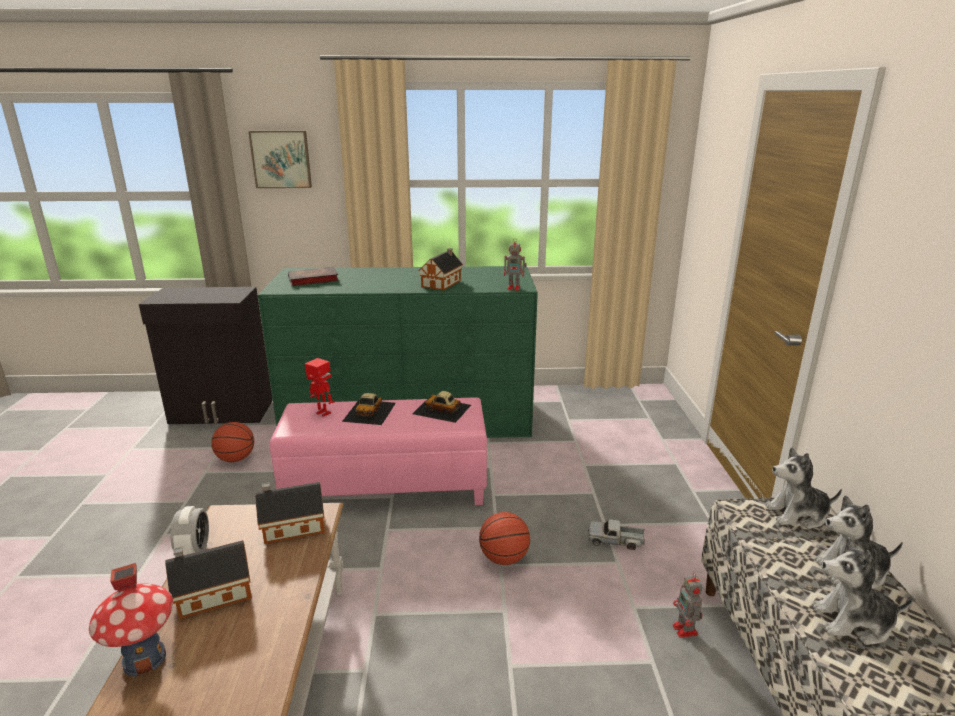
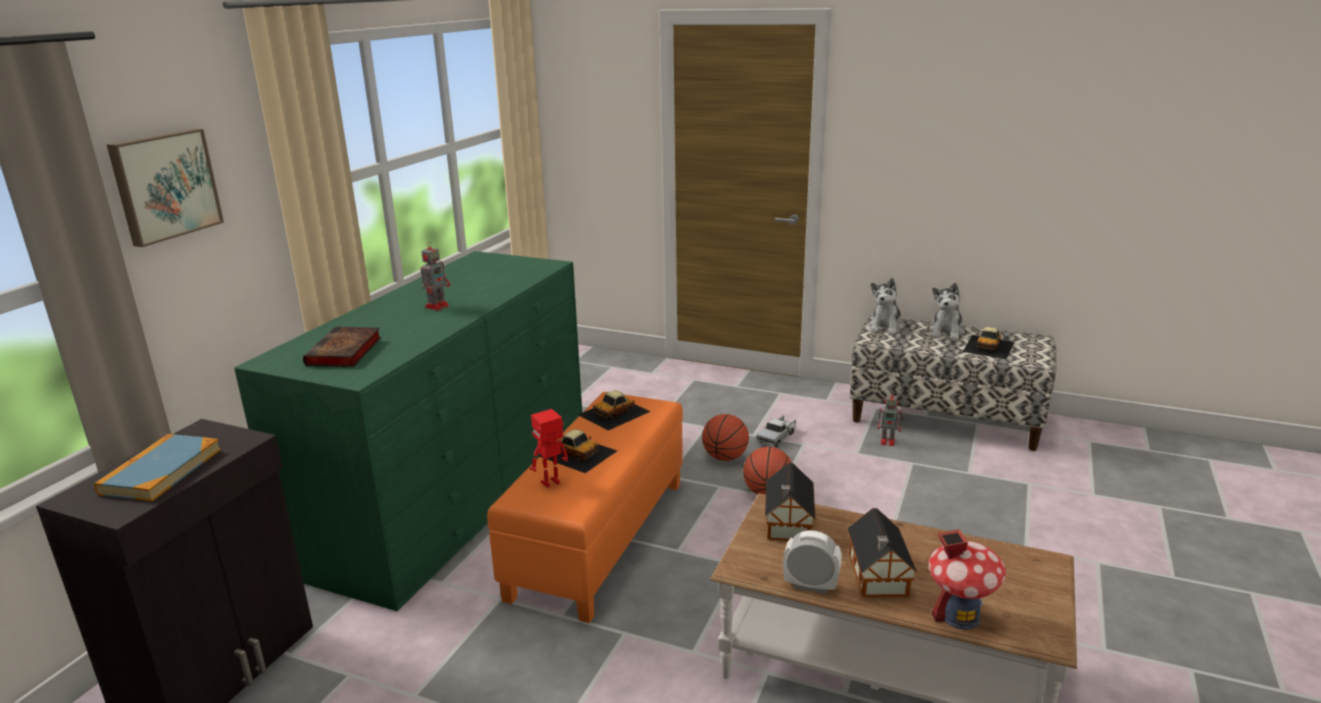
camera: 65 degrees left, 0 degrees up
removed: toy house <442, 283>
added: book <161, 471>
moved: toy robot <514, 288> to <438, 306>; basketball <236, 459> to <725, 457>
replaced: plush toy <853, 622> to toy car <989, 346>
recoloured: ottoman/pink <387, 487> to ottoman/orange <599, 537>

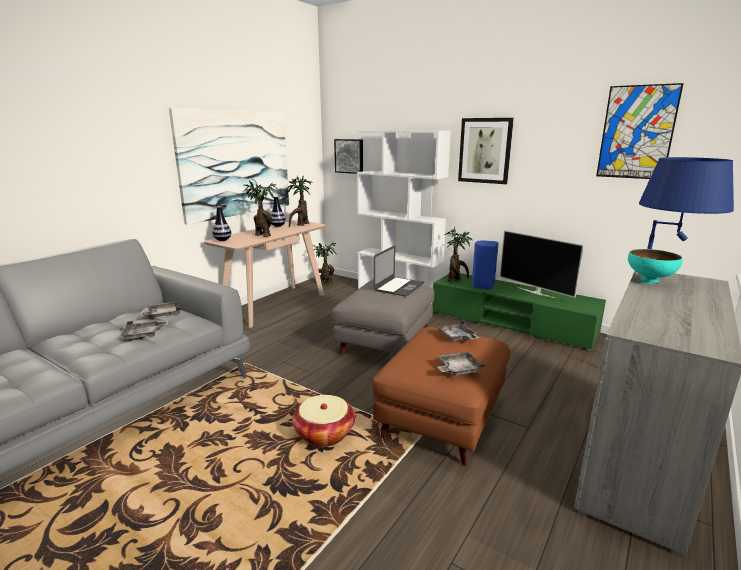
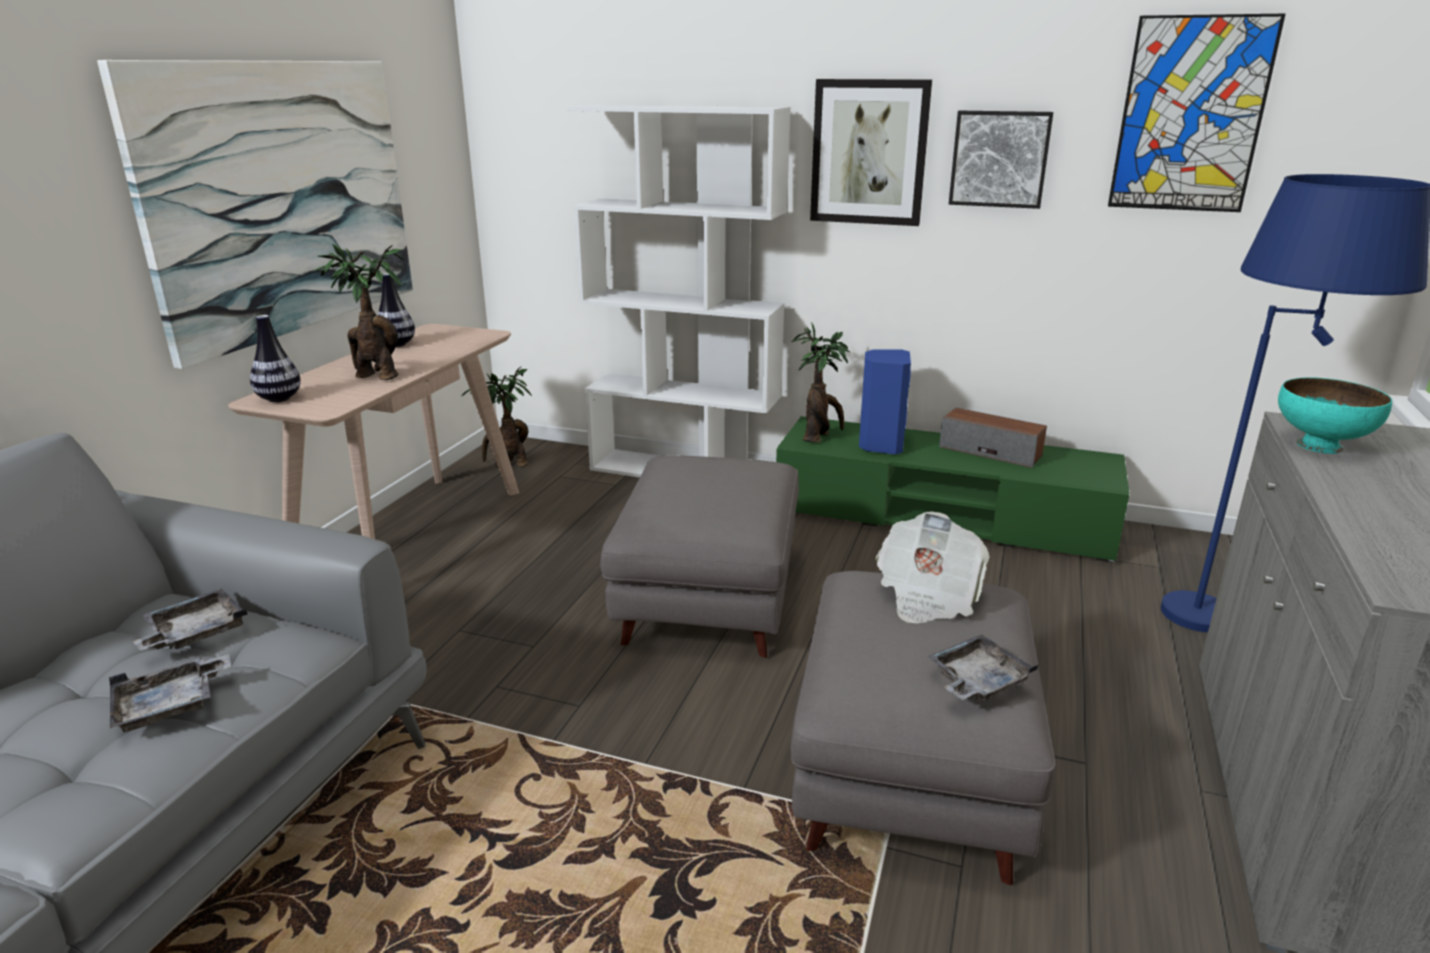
camera: 15 degrees left, 5 degrees up
removed: potted plant <300, 225>; basket <324, 433>; laptop <399, 286>
moved: picture <349, 156> to <999, 159>
replaced: tray/grey <457, 337> to newspaper <927, 595>; television <536, 292> to speaker <990, 451>
recoloured: ottoman/brown <443, 417> to ottoman/grey <912, 771>

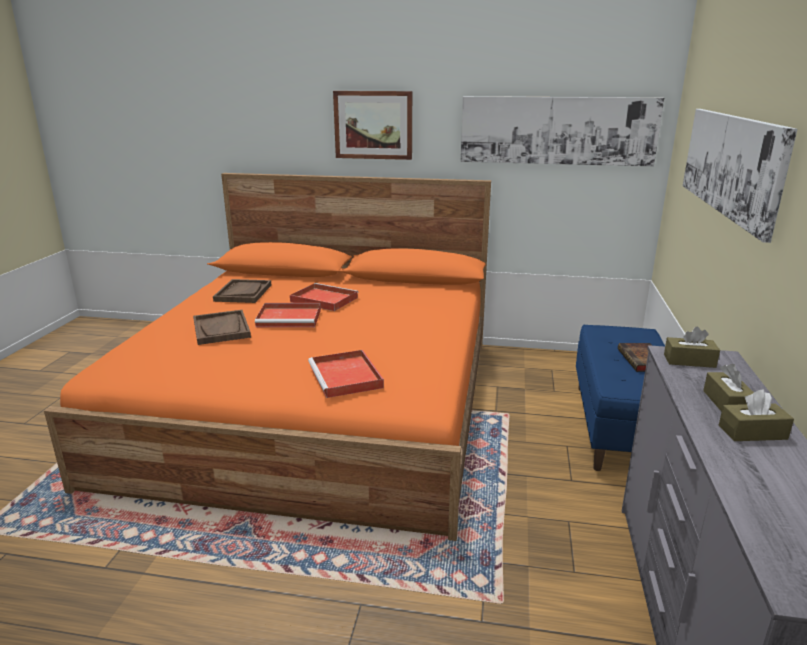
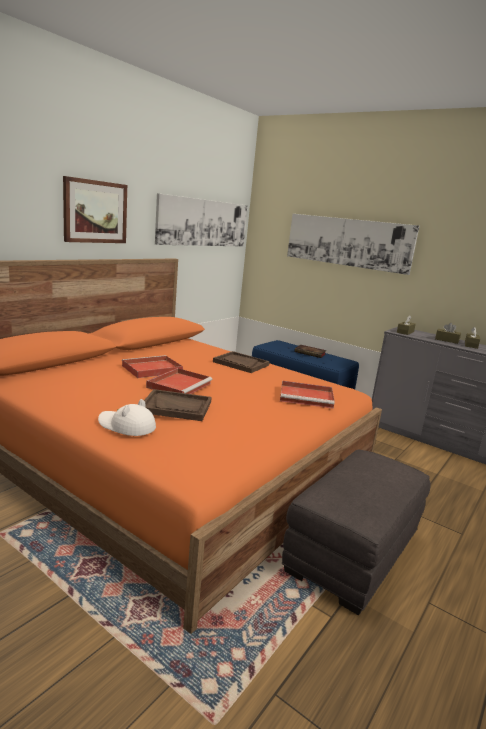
camera: 65 degrees left, 5 degrees down
added: hat/white <126, 426>; ottoman/grey <352, 552>
moved: tray/brown <243, 293> to <240, 363>

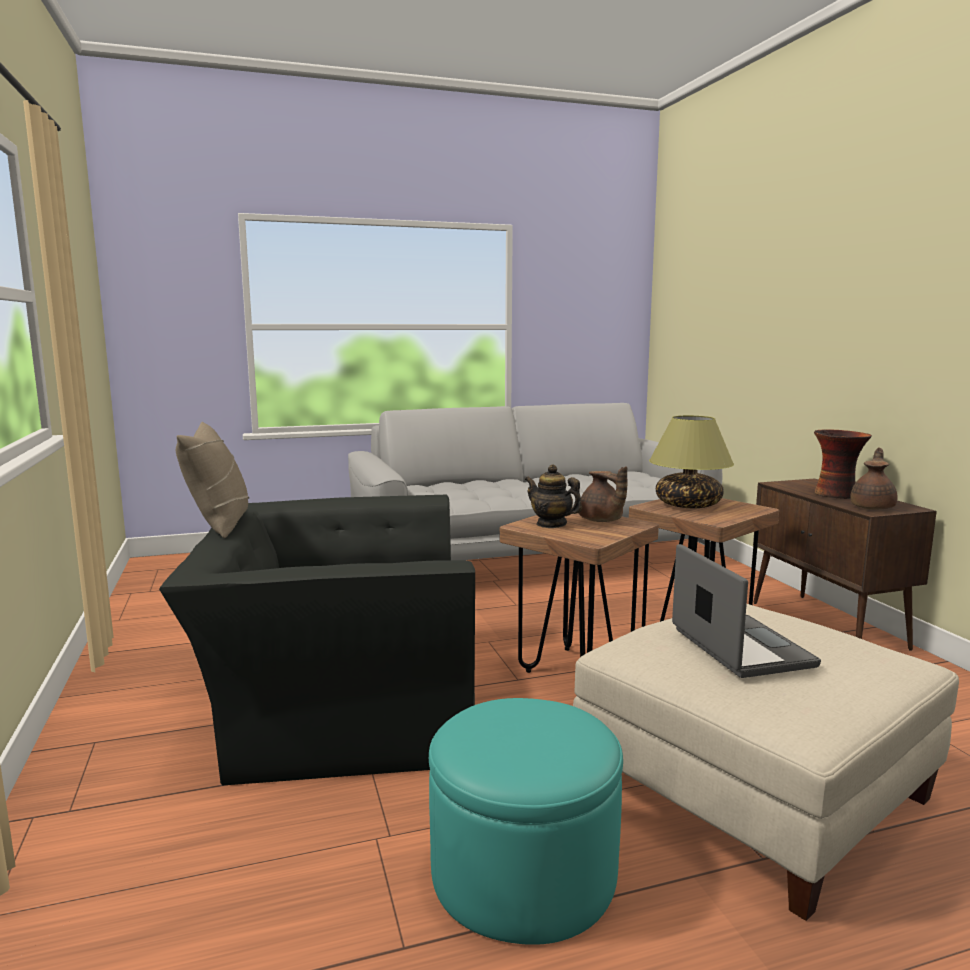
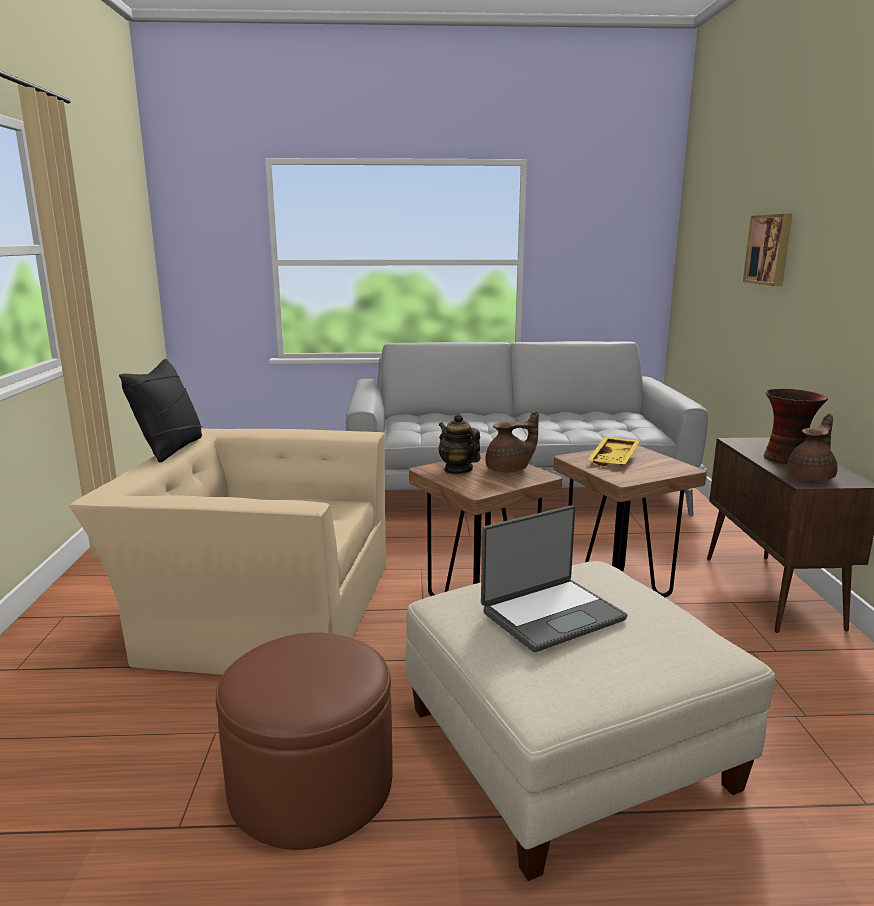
camera: 15 degrees right, 5 degrees up
added: picture <770, 249>
replaced: table lamp <688, 505> to tray/yellow <615, 459>
recoloured: armchair/black <340, 702> to armchair/beige <261, 608>; pillow/beige <219, 524> to pillow/black <170, 448>; ottoman/turquoise <523, 872> to ottoman/brown <311, 784>
turned: laptop <738, 648> = <551, 614> 60 degrees clockwise; teapot/brown <601, 520> = <509, 470> 90 degrees counterclockwise

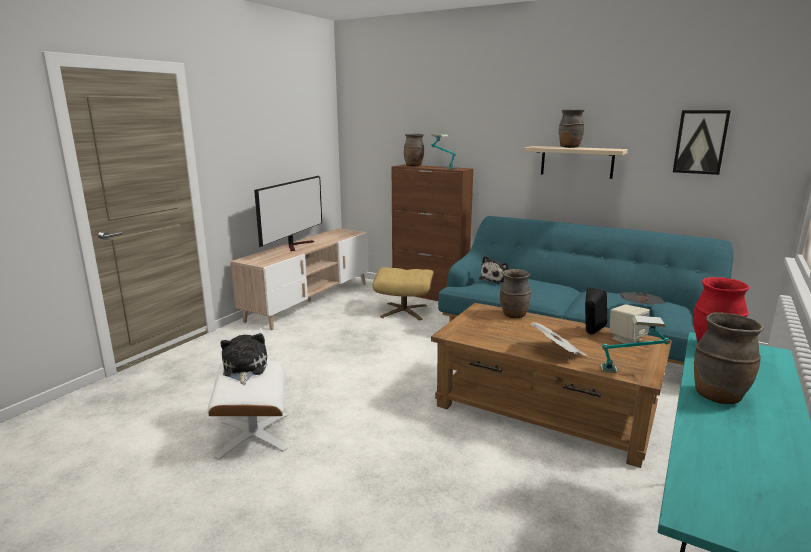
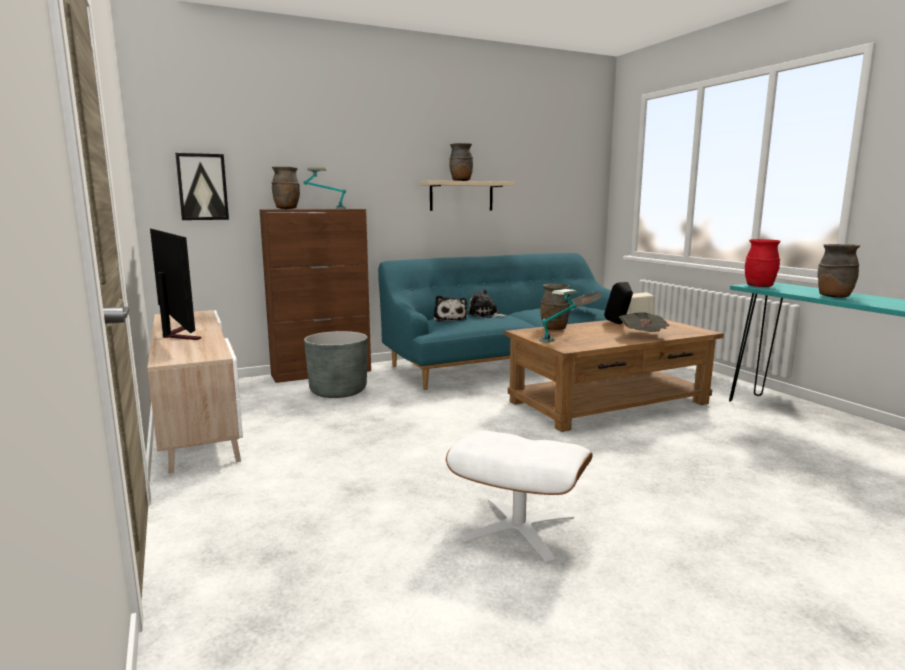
camera: 55 degrees left, 5 degrees down
moved: picture <700, 142> to <202, 187>; plush toy <244, 369> to <485, 315>; table lamp <631, 372> to <558, 338>
replaced: ottoman/beige <404, 311> to planter/grey <338, 391>

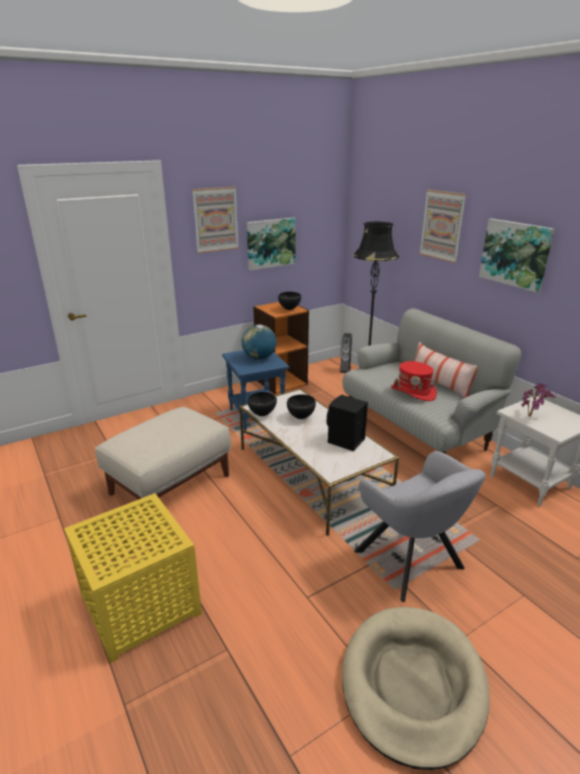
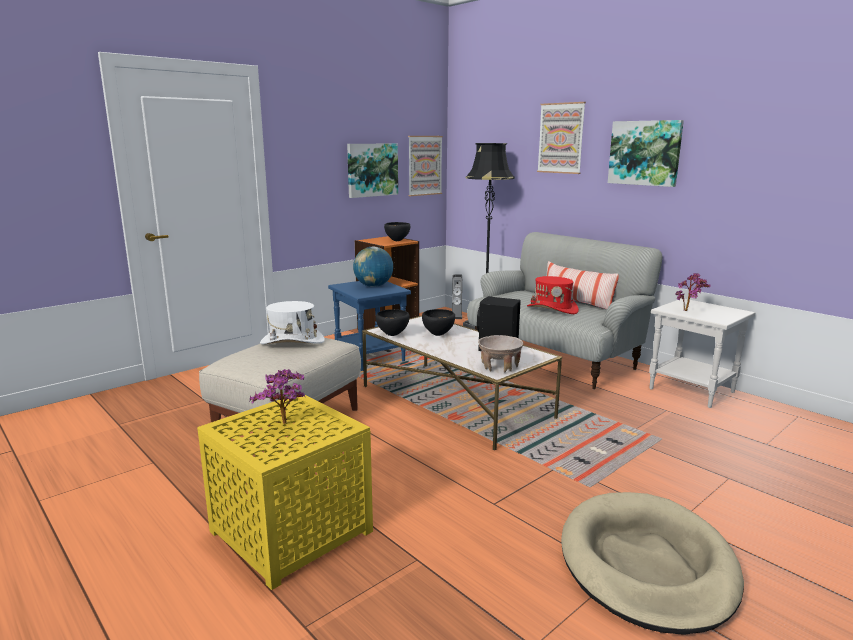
camera: 10 degrees left, 10 degrees down
removed: armchair/grey <412, 563>
added: potted plant <284, 425>; hat/white <292, 341>; bowl/beige <499, 366>
moved: picture <215, 219> to <424, 165>

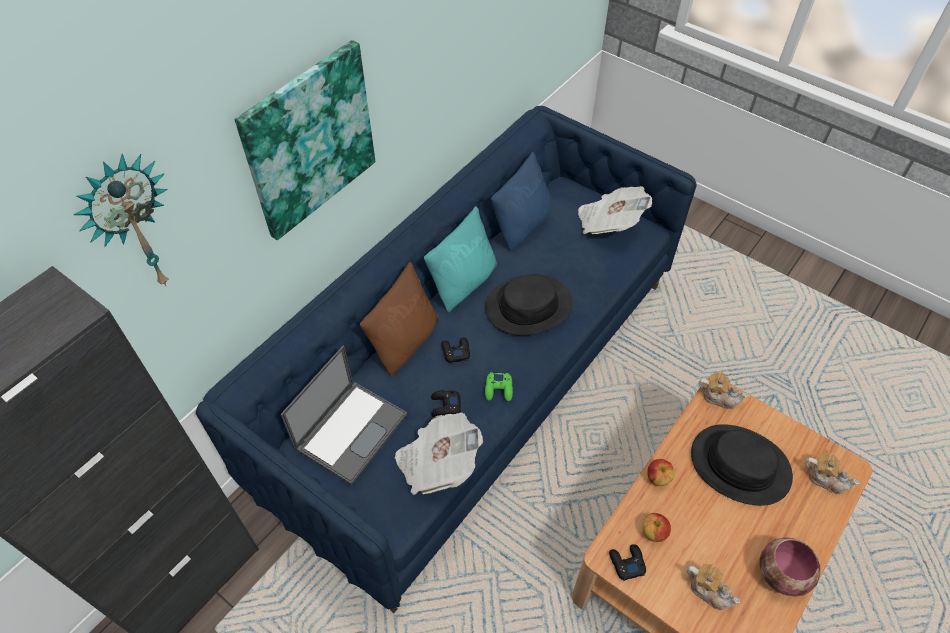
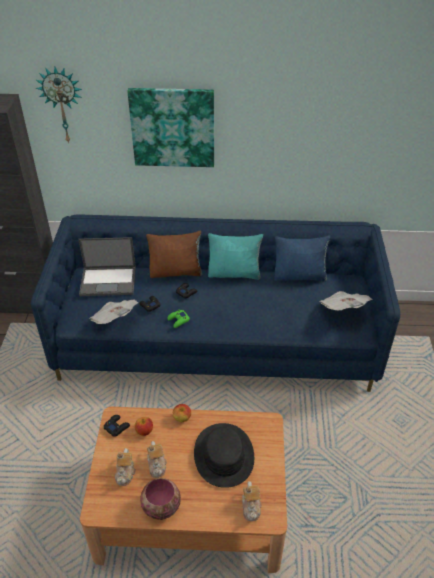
camera: 55 degrees right, 10 degrees down
removed: hat/black <528, 305>
moved: teapot <719, 397> to <157, 465>

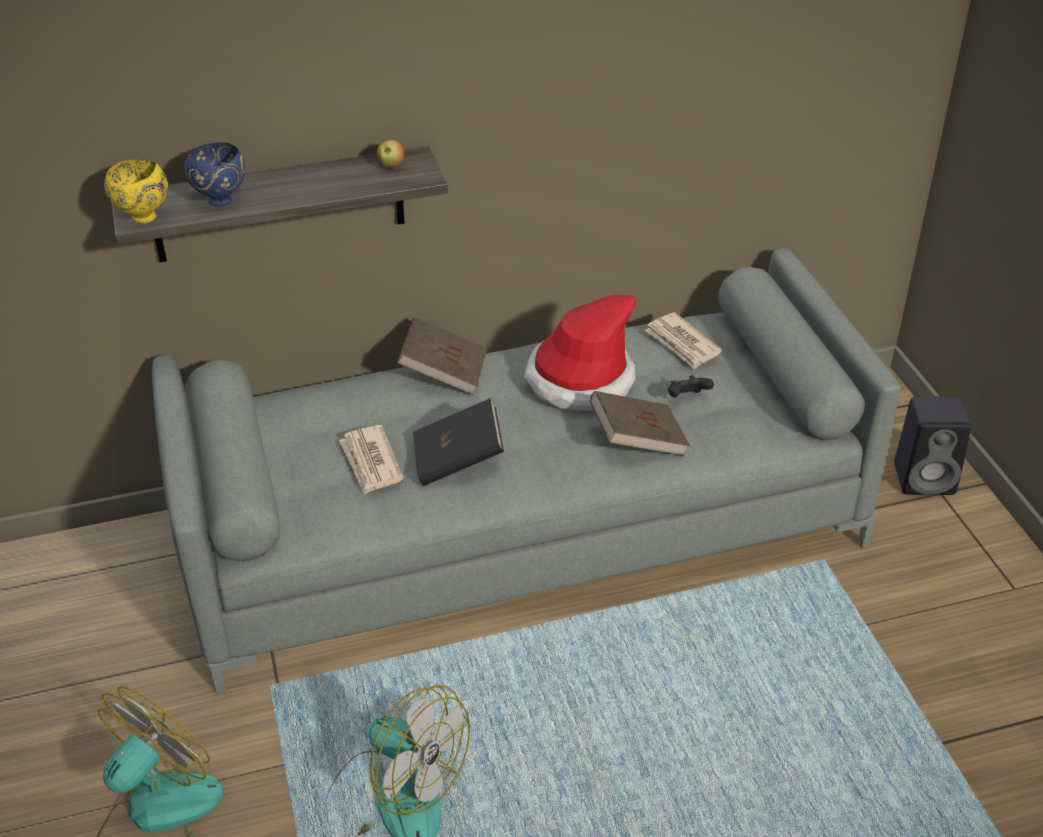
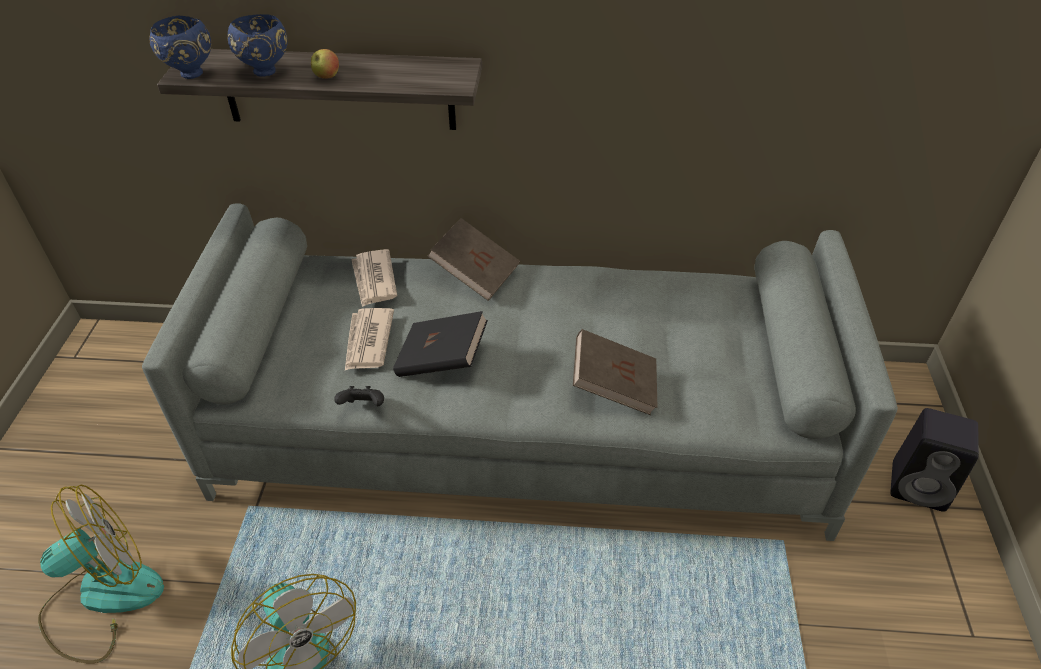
camera: 20 degrees right, 5 degrees up
removed: hat <580, 380>
moved: apple <391, 167> to <327, 77>; game controller/black <687, 398> to <363, 406>; newspaper <682, 344> to <374, 280>
recoloured: bowl/yellow <142, 218> to bowl/blue <190, 74>

